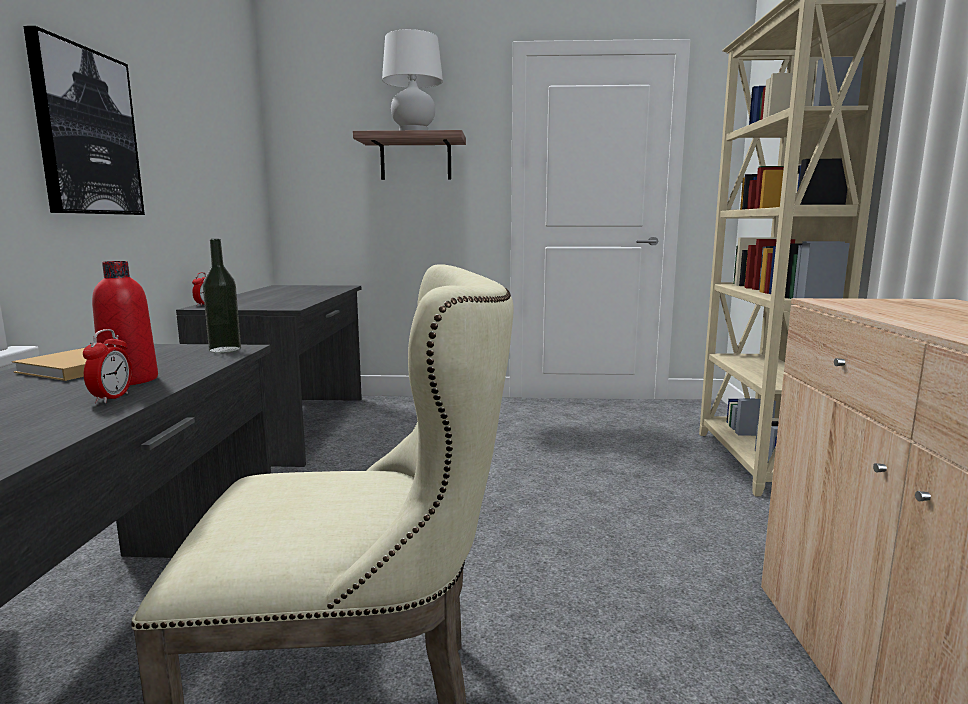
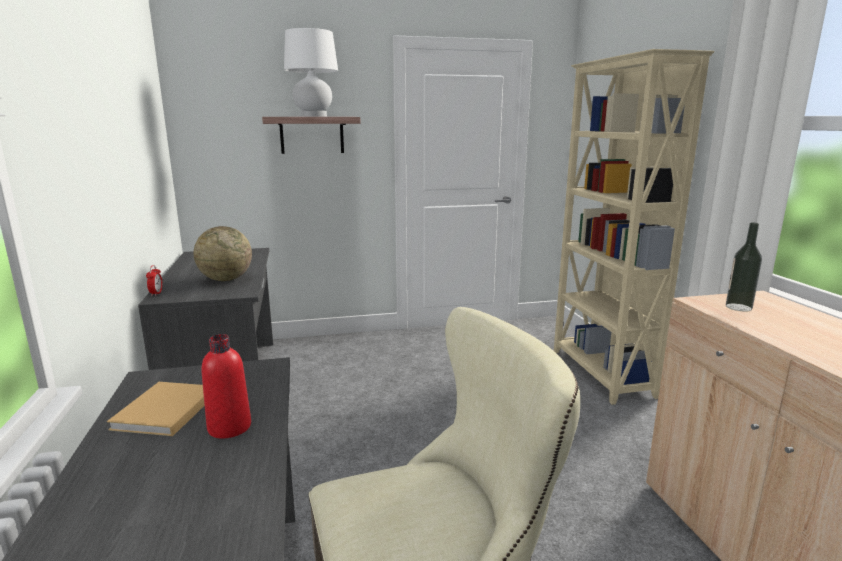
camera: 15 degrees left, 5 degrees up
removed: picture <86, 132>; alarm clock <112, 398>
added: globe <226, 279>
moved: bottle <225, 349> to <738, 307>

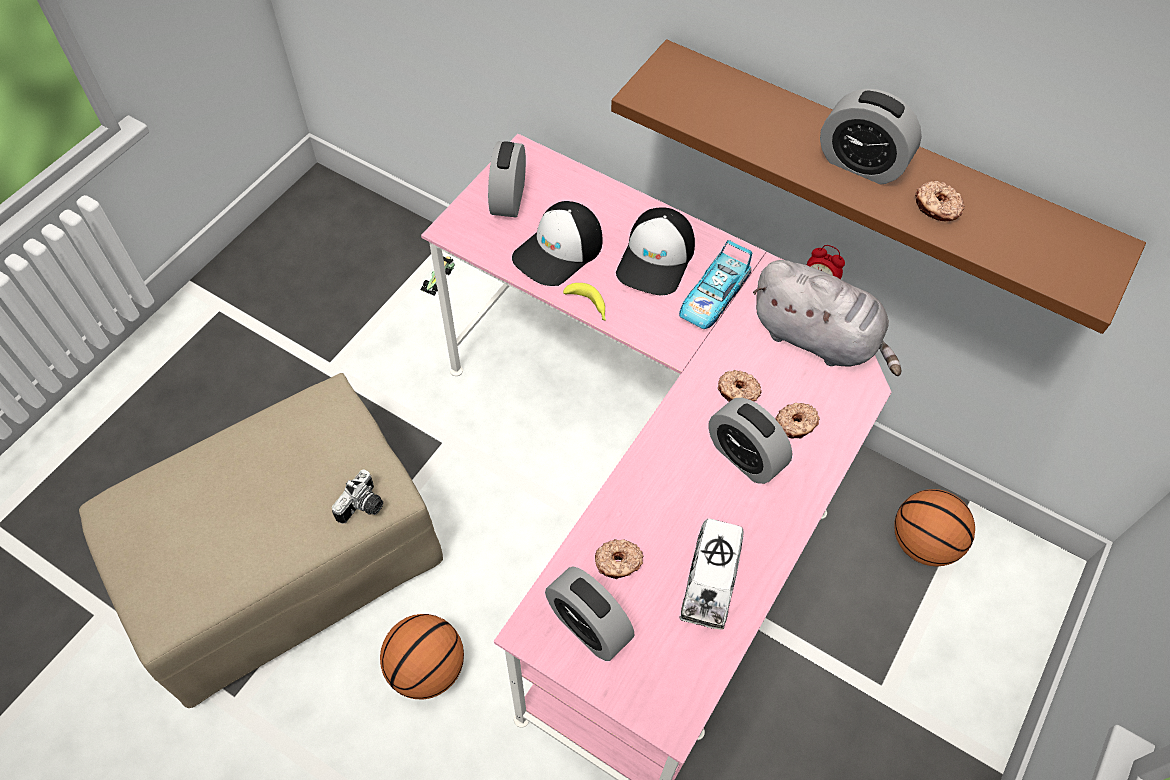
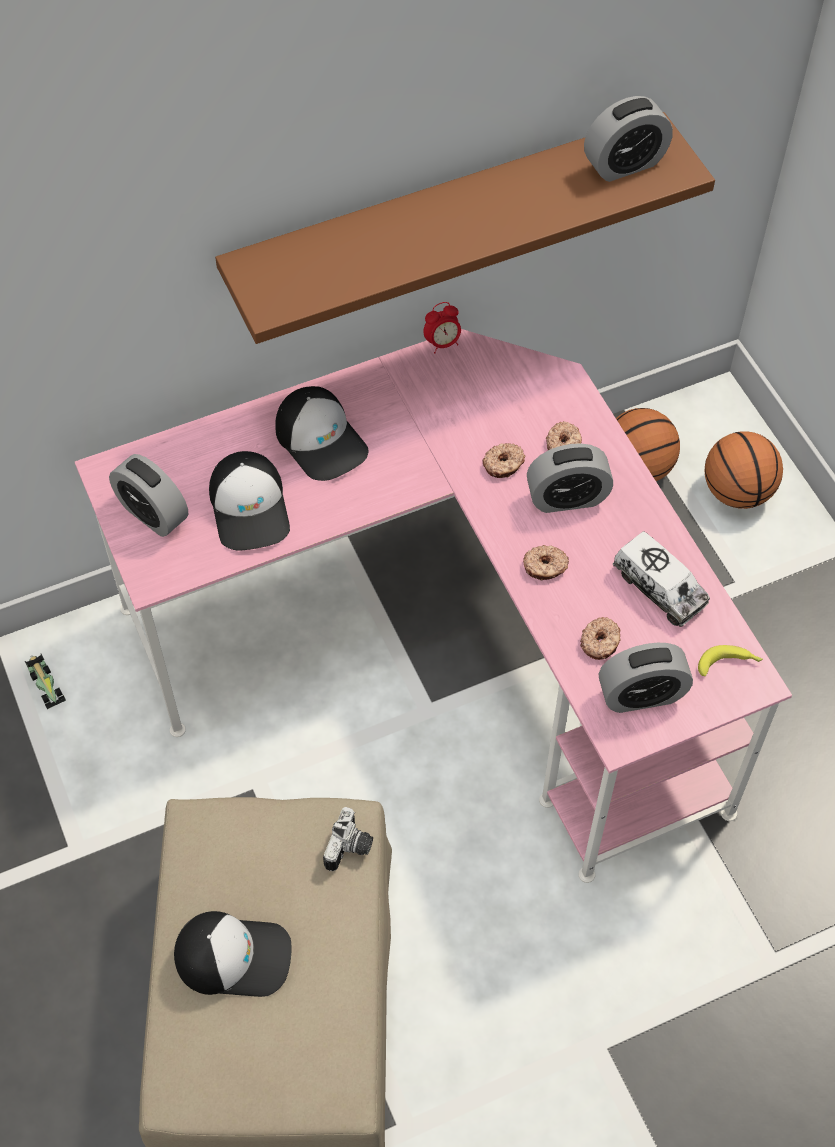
camera: 55 degrees left, 0 degrees up
removed: toy car <713, 297>; plush toy/grey <818, 338>
added: cap <234, 955>
moved: donut <936, 207> to <545, 567>; alarm clock <861, 163> to <624, 164>; banana <588, 306> to <729, 664>; basketball <427, 668> to <737, 492>
turned: photo camera <364, 507> = <350, 848> 45 degrees clockwise

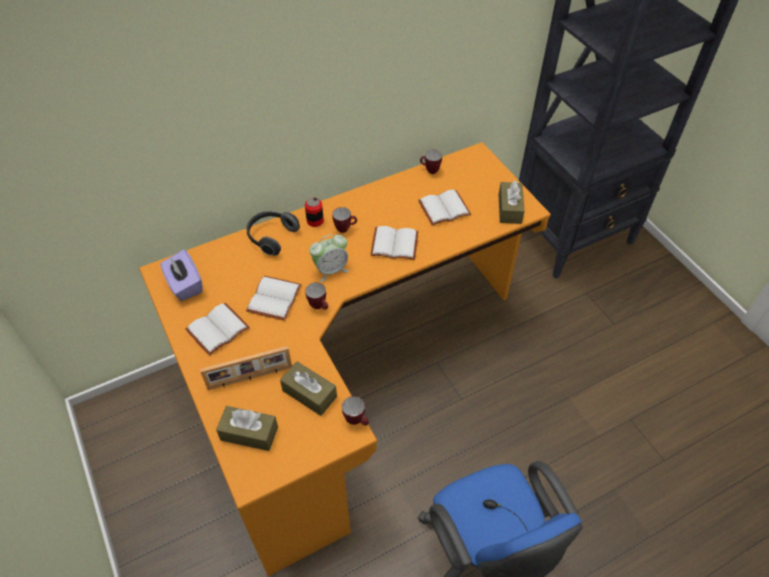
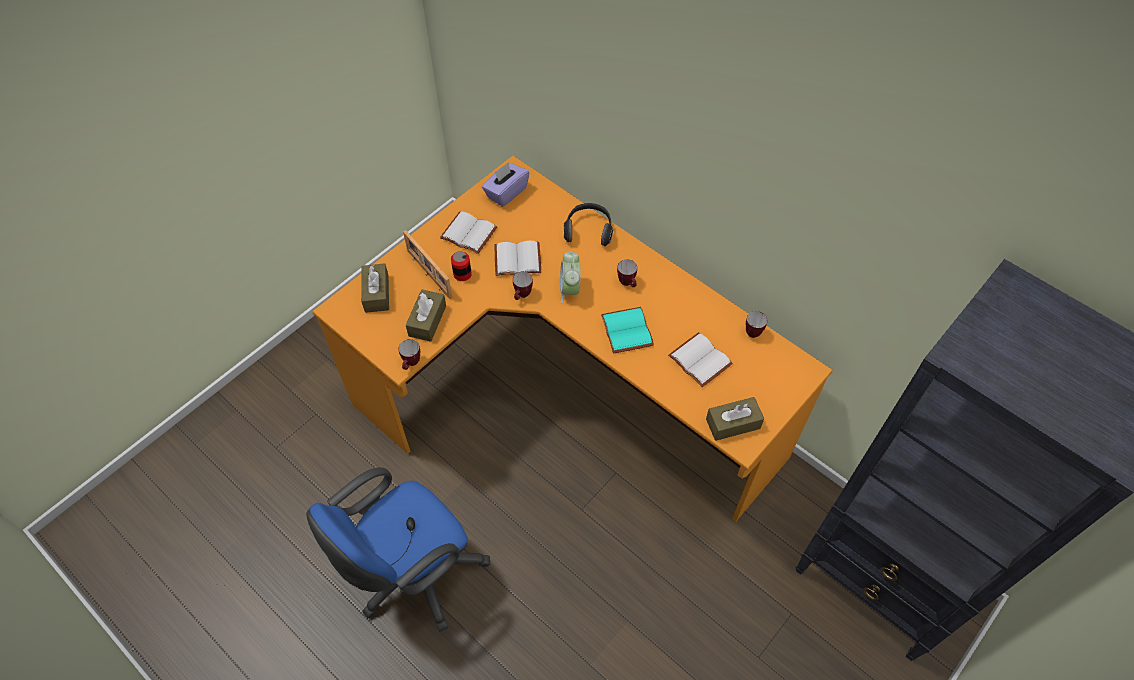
camera: 70 degrees right, 5 degrees up
moved: can <315, 221> to <462, 274>
recoloured: book/white <395, 243> to book/turquoise <628, 331>
turned: alarm clock <331, 270> = <570, 290> 45 degrees clockwise

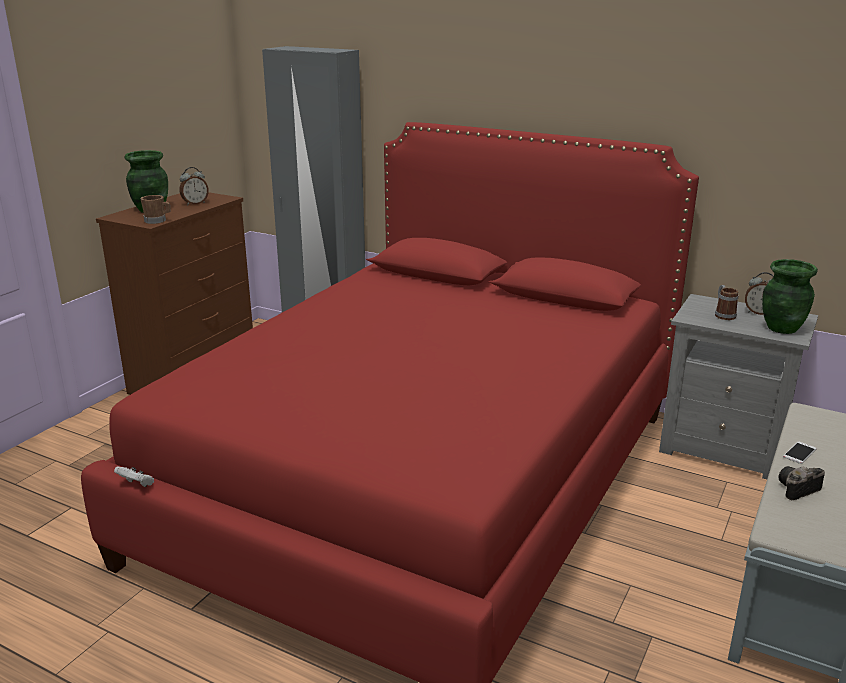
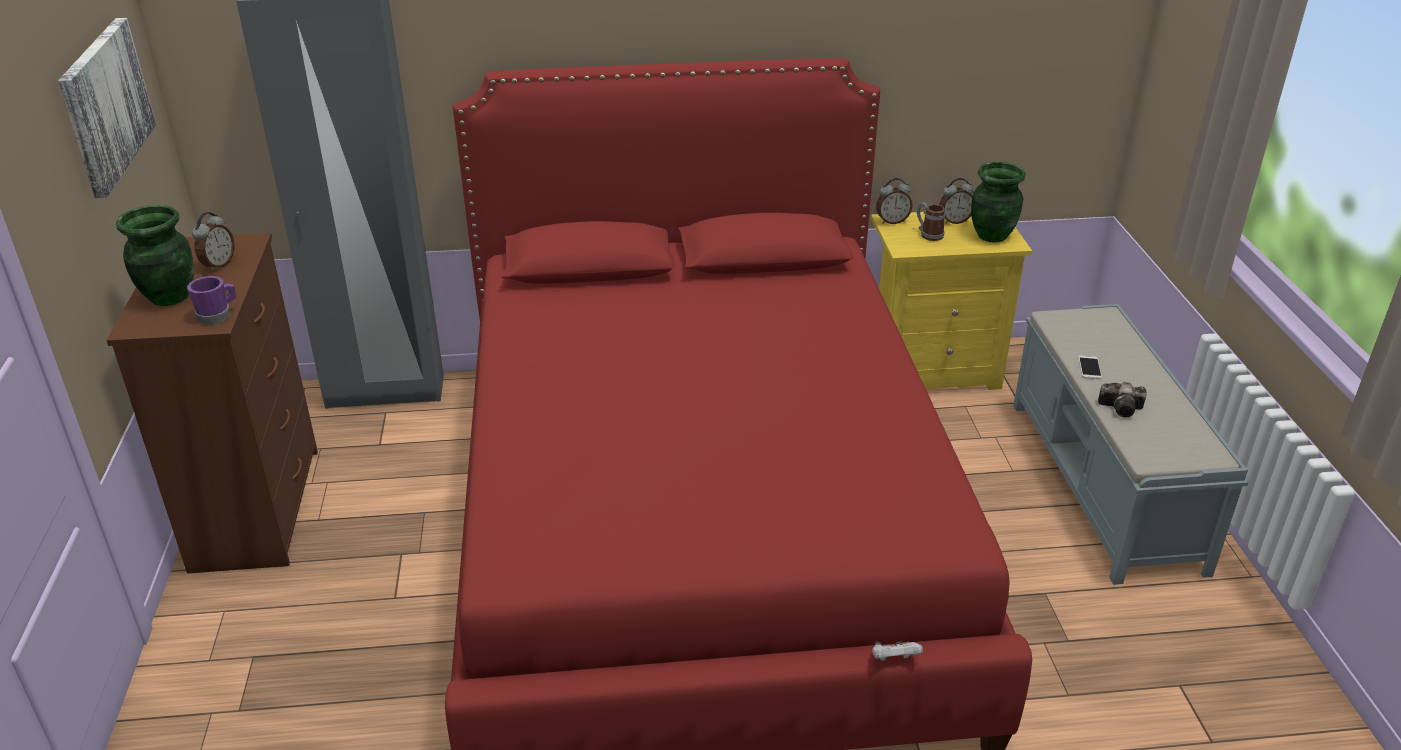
camera: 35 degrees left, 10 degrees up
added: picture <105, 104>; alarm clock <892, 221>
moved: game controller/white <137, 485> to <894, 660>
recoloured: mug/brown <157, 221> to mug/purple <218, 315>; nightstand/grey <724, 449> to nightstand/yellow <932, 369>
turned: photo camera <796, 490> = <1123, 409> 105 degrees counterclockwise

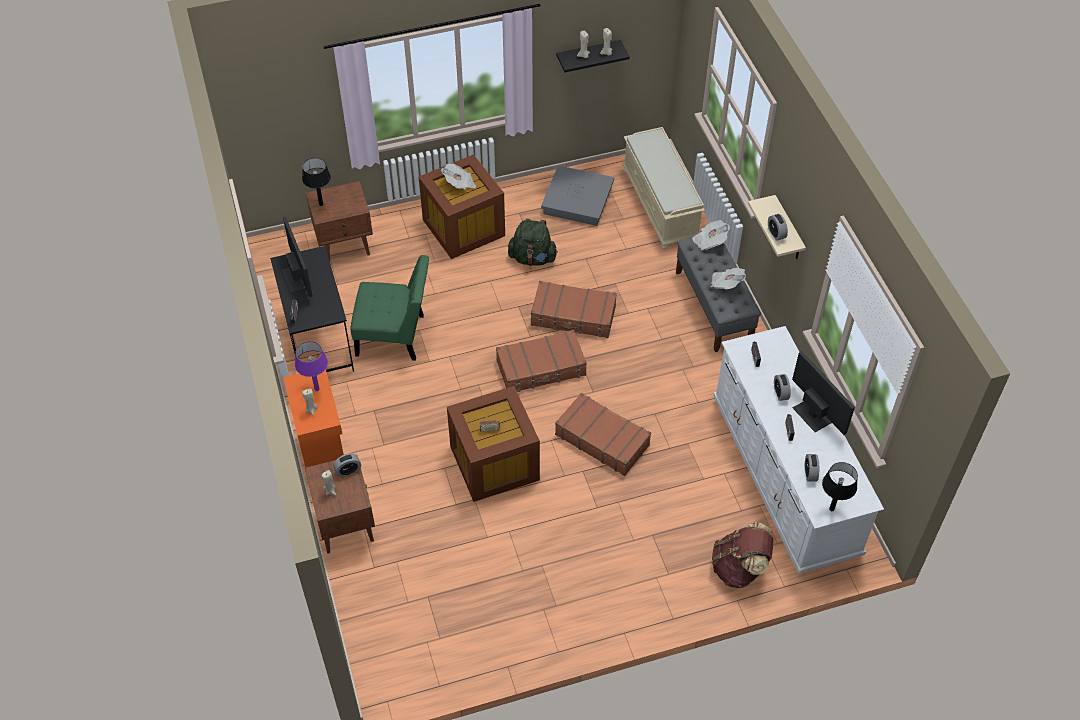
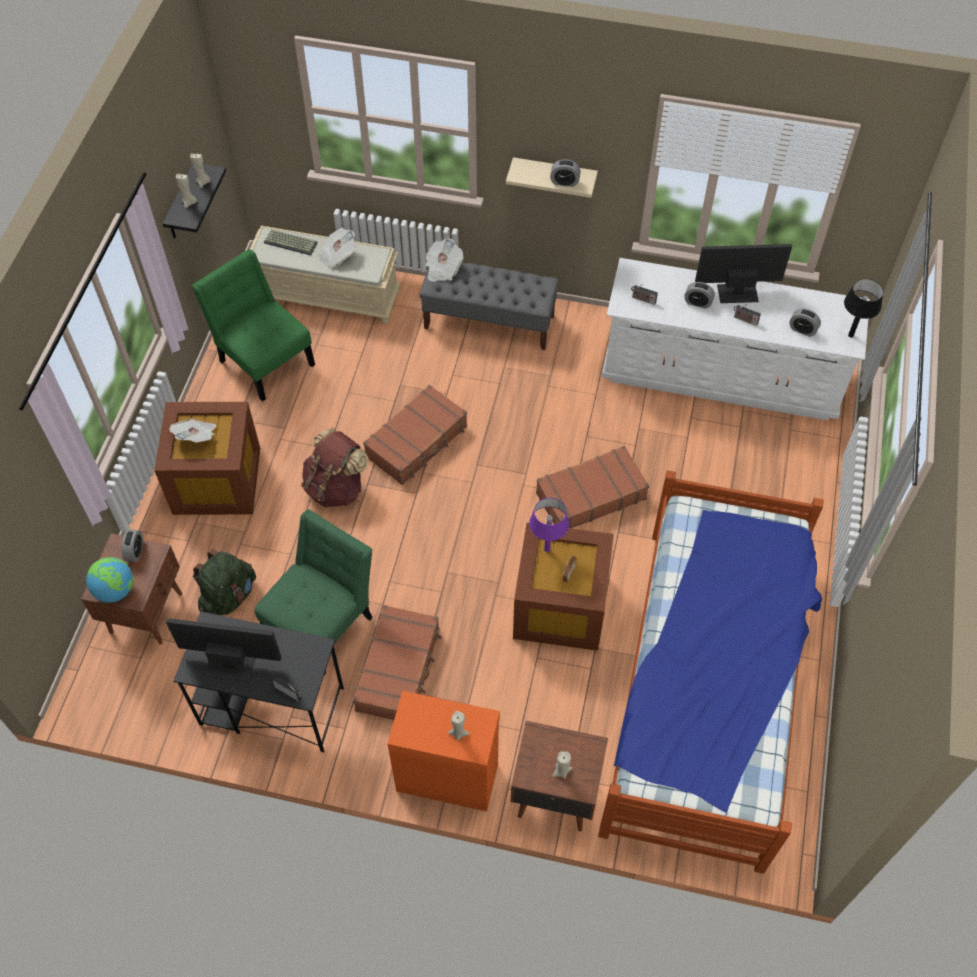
camera: 60 degrees left, 5 degrees up
added: keyboard <291, 242>; bed <706, 689>
moved: alarm clock <348, 471> to <135, 551>; backpack/green <532, 258> to <228, 596>; backpack/brown <739, 568> to <336, 487>; newspaper <726, 284> to <337, 255>; suitcase/brown <541, 368> to <399, 669>; table lamp/purple <316, 389> to <546, 549>
replaced: table lamp/black <321, 204> to globe <115, 590>; storage box/grey <578, 200> to chair/green <264, 359>

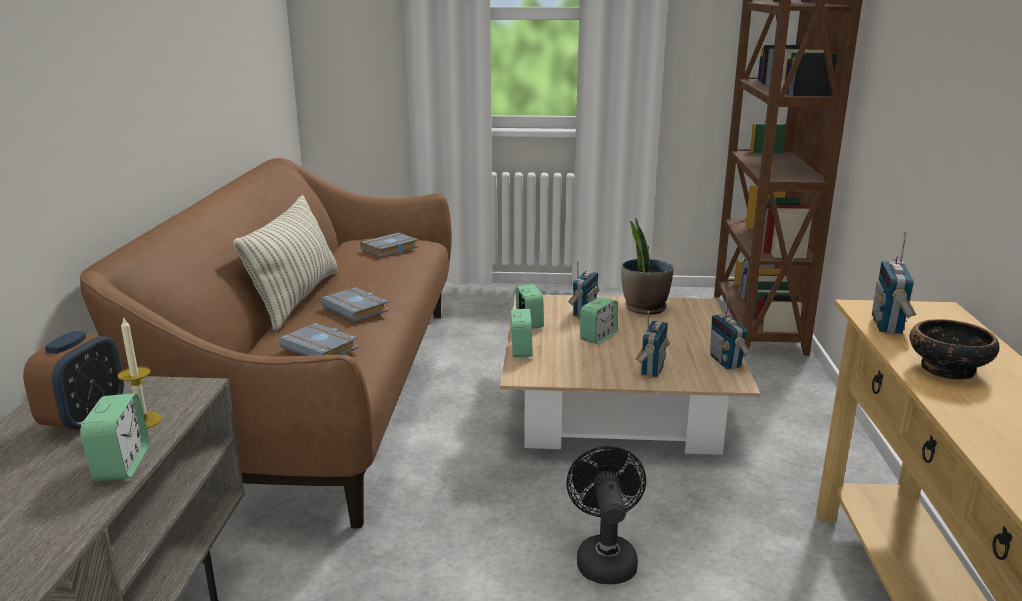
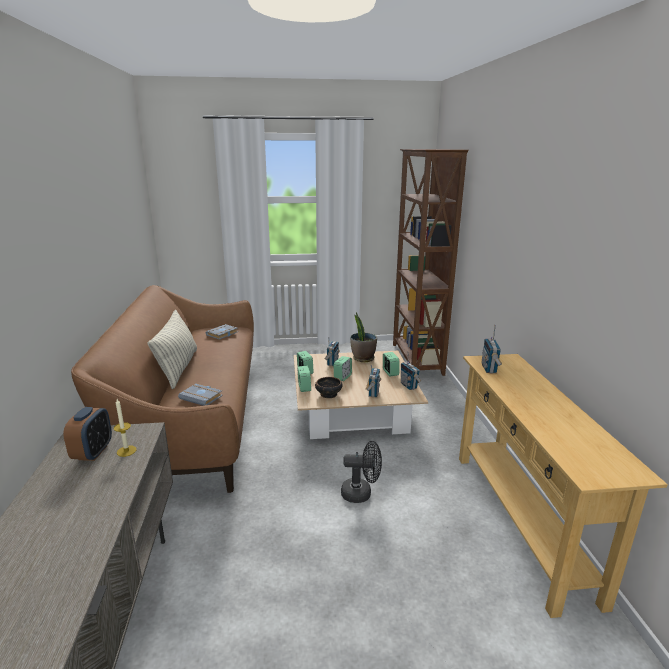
camera: 10 degrees left, 0 degrees up
removed: book/grey <357, 309>
moved: bowl <946, 369> to <328, 394>; alarm clock <122, 465> to <390, 372>
turned: fan/black <604, 557> = <361, 493> 105 degrees clockwise

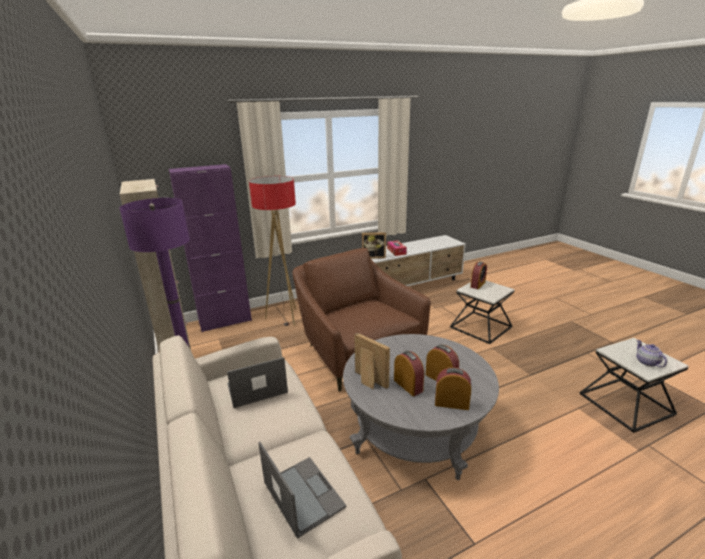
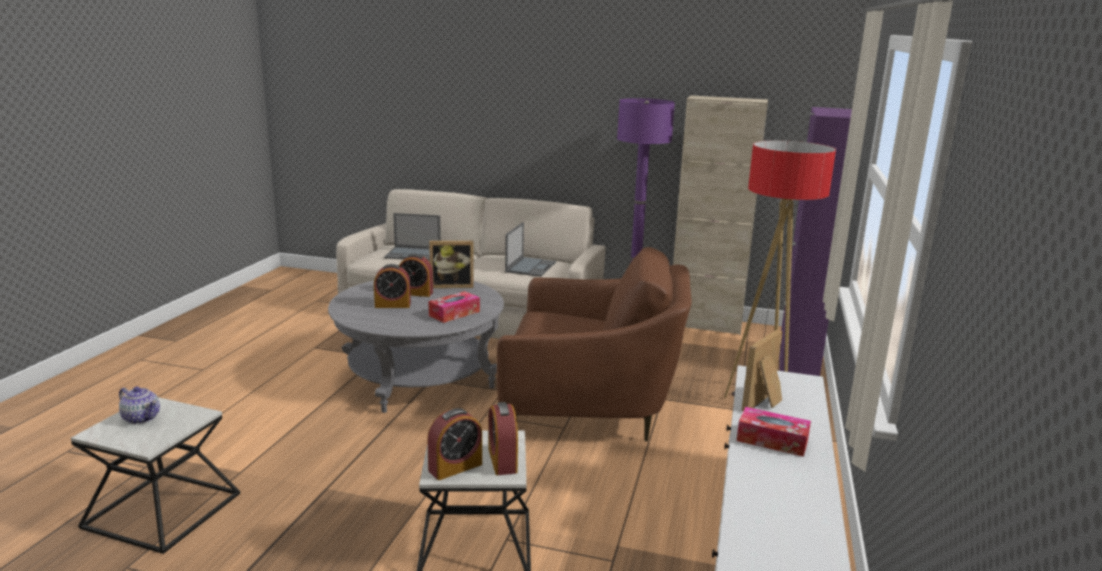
camera: 130 degrees right, 5 degrees down
added: tissue box <454, 313>
moved: alarm clock <451, 403> to <455, 467>

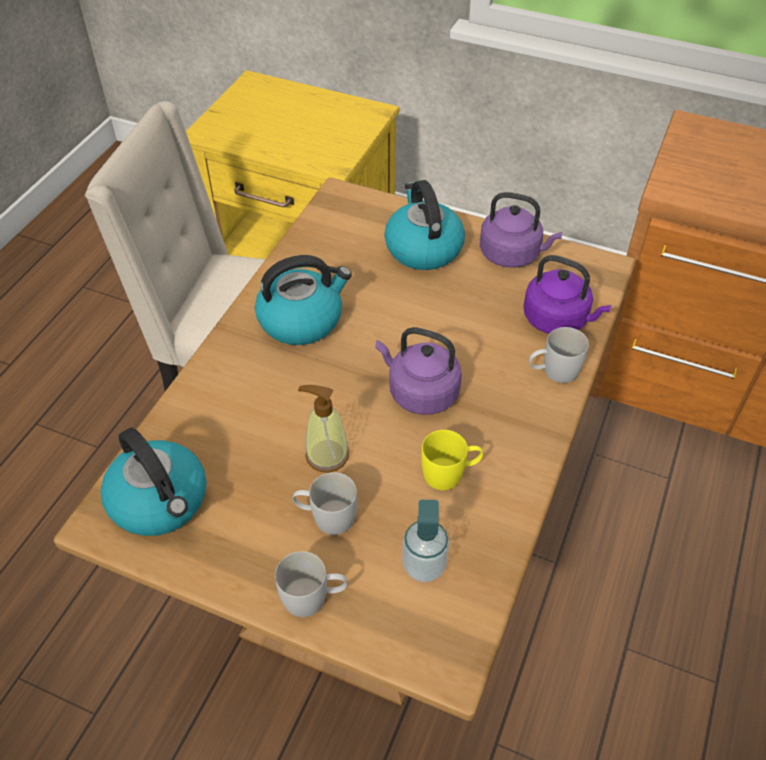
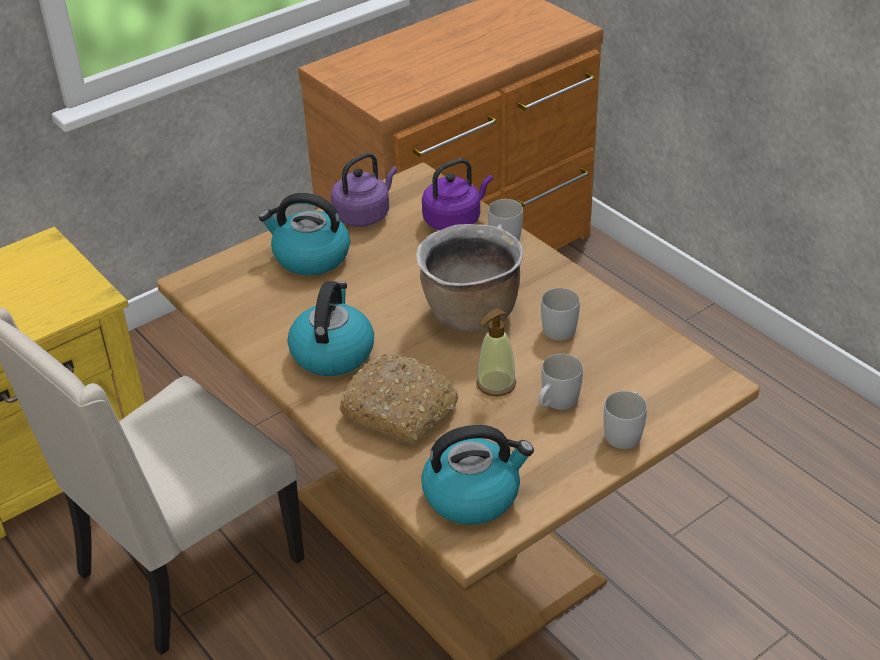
camera: 60 degrees left, 10 degrees down
removed: soap dispenser <424, 566>
added: bread <401, 410>
replaced: kettle/purple <420, 392> to cooking pot/brown <470, 314>
recoloured: mug/yellow <450, 473> to mug/white <560, 326>

